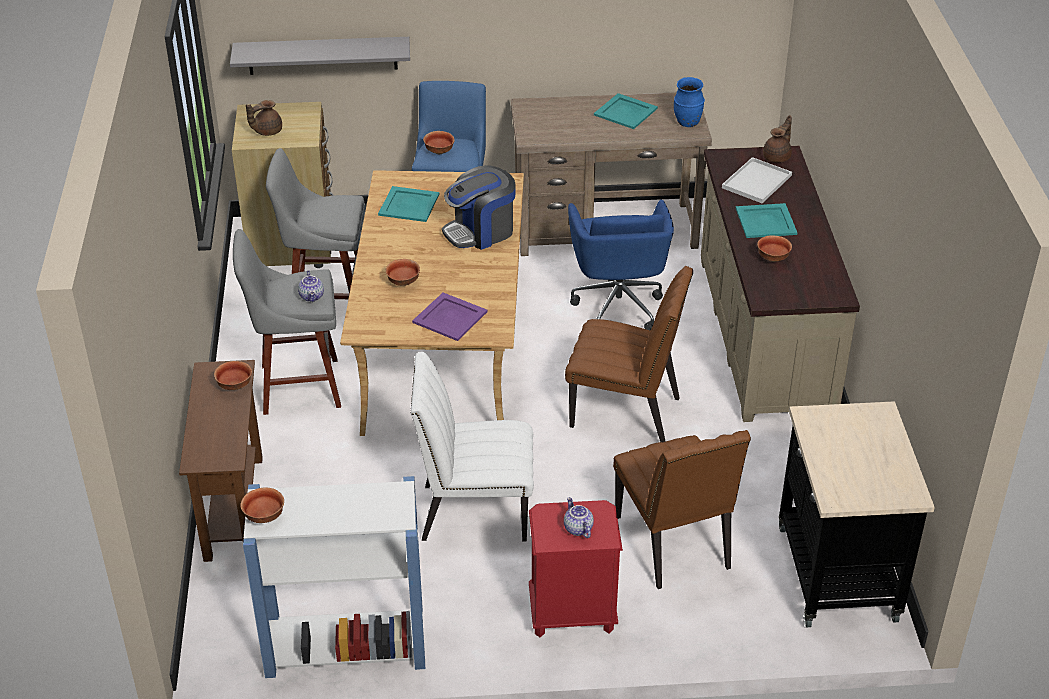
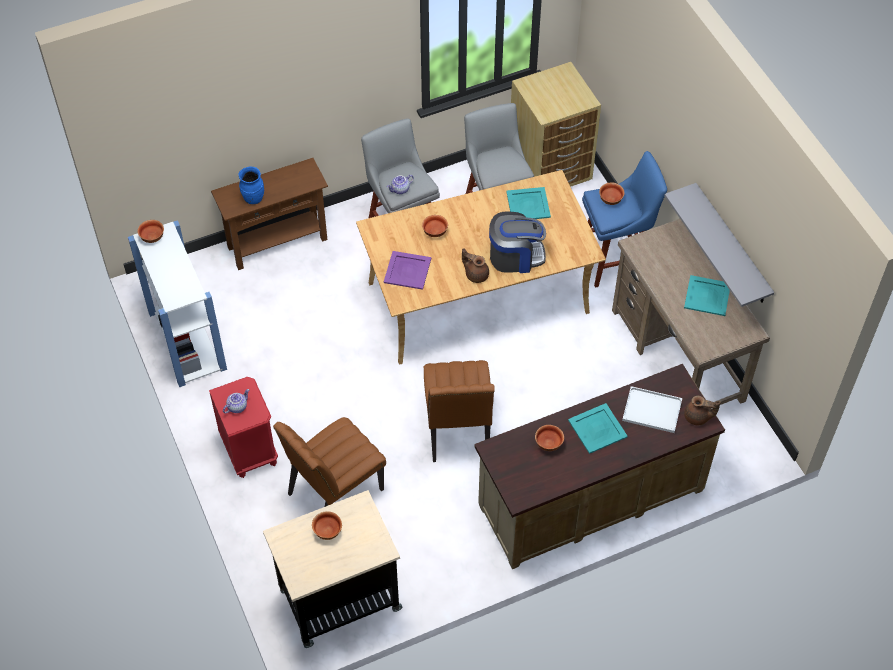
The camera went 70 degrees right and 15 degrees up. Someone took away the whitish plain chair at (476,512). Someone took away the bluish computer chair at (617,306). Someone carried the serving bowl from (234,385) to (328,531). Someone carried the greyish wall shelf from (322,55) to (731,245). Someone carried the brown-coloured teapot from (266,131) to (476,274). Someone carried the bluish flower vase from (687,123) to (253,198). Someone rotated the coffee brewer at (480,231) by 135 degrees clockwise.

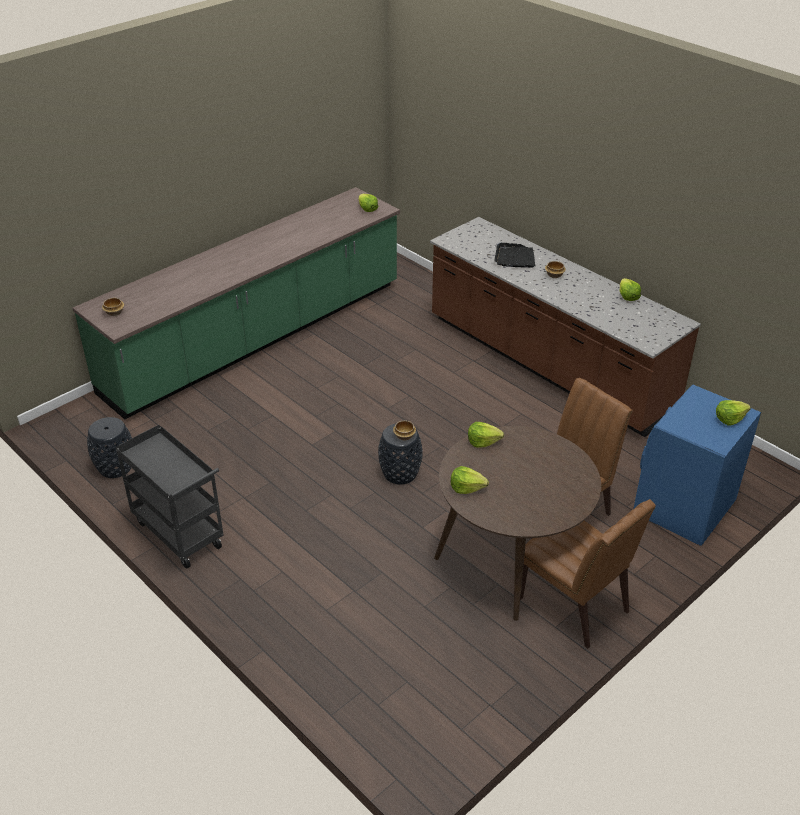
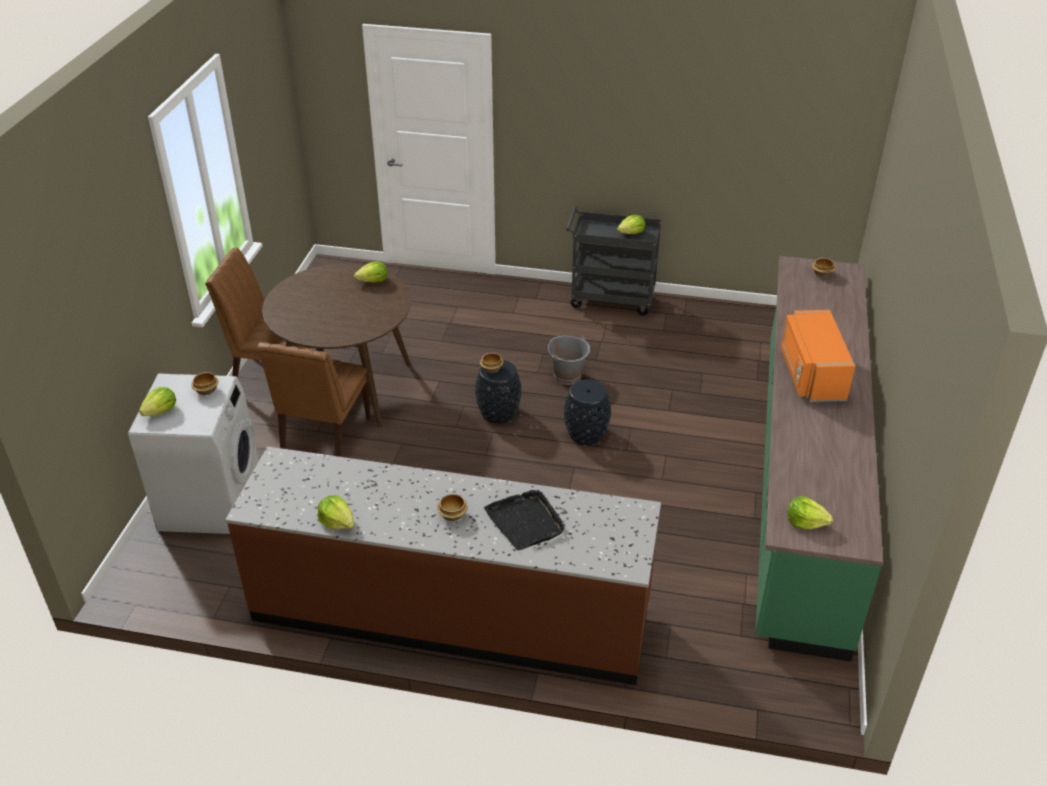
The camera went 145 degrees right and 0 degrees up. Someone put down the serving bowl at (206,391). Someone put down the greyish water bucket at (567,375). Someone put down the orangey microwave at (810,375). Someone carried the black-coloured stool from (115,467) to (586,433). Someone carried the lettuce head from (483,441) to (631,233). Someone repainted the bluish washing machine at (682,505), which became the whitish washing machine at (212,500).

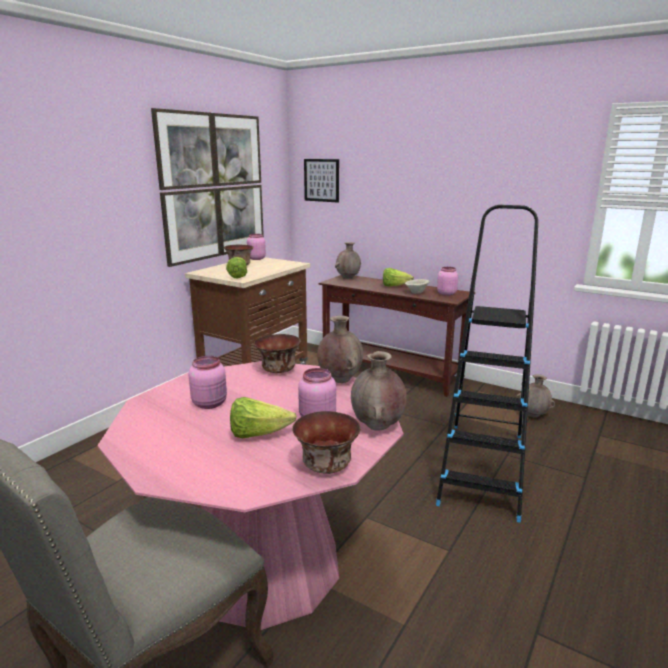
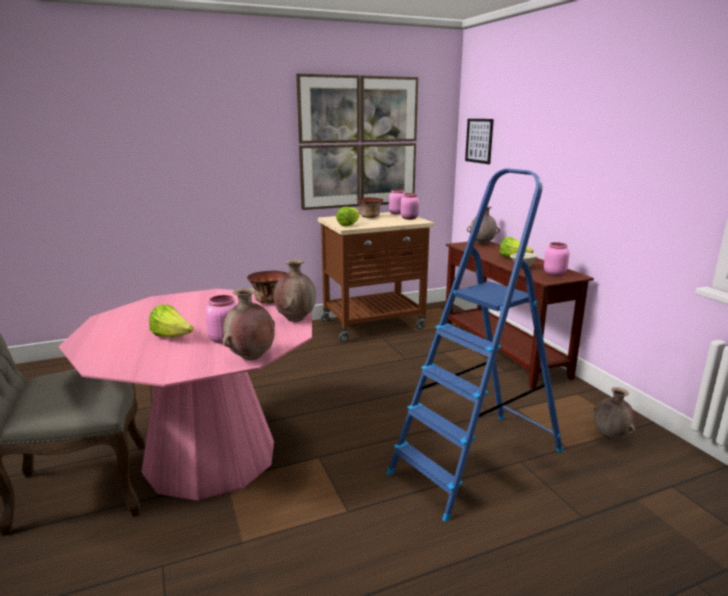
The camera went 35 degrees right and 0 degrees up. Someone took away the serving bowl at (327,465). Someone carried the pinkish storage jar from (210,403) to (410,218). Someone repainted the black-coloured step ladder at (483,467), which became the bluish step ladder at (477,462).

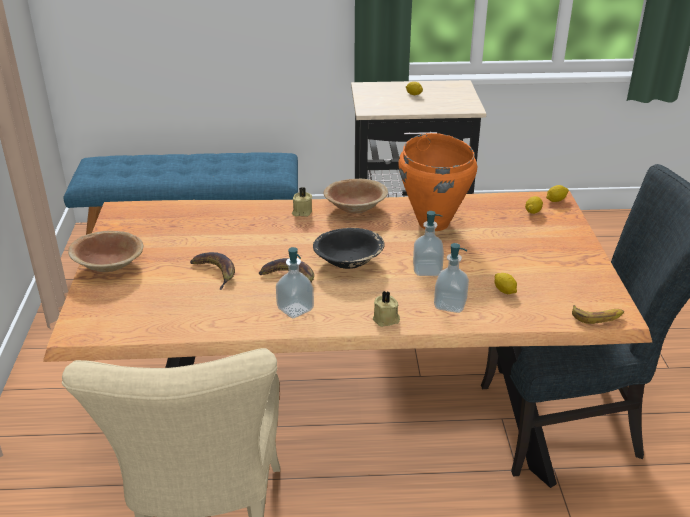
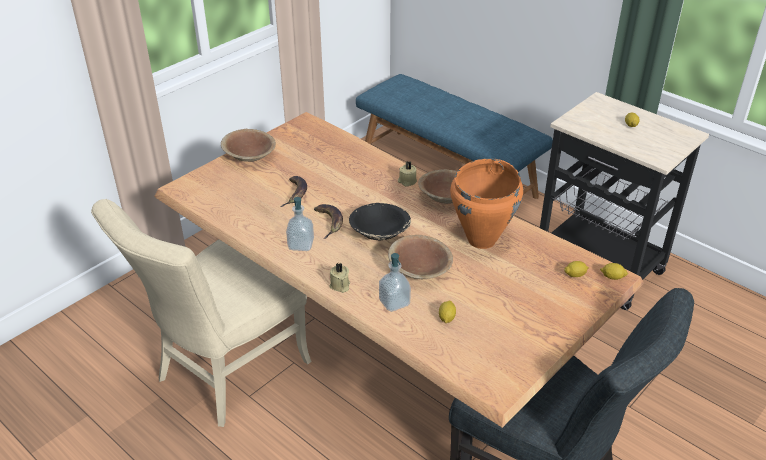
The camera went 45 degrees right and 5 degrees up. Someone took away the whole banana at (597,317). Someone swapped the liquid soap bottle at (427,270) for the brown-coloured serving bowl at (420,270).

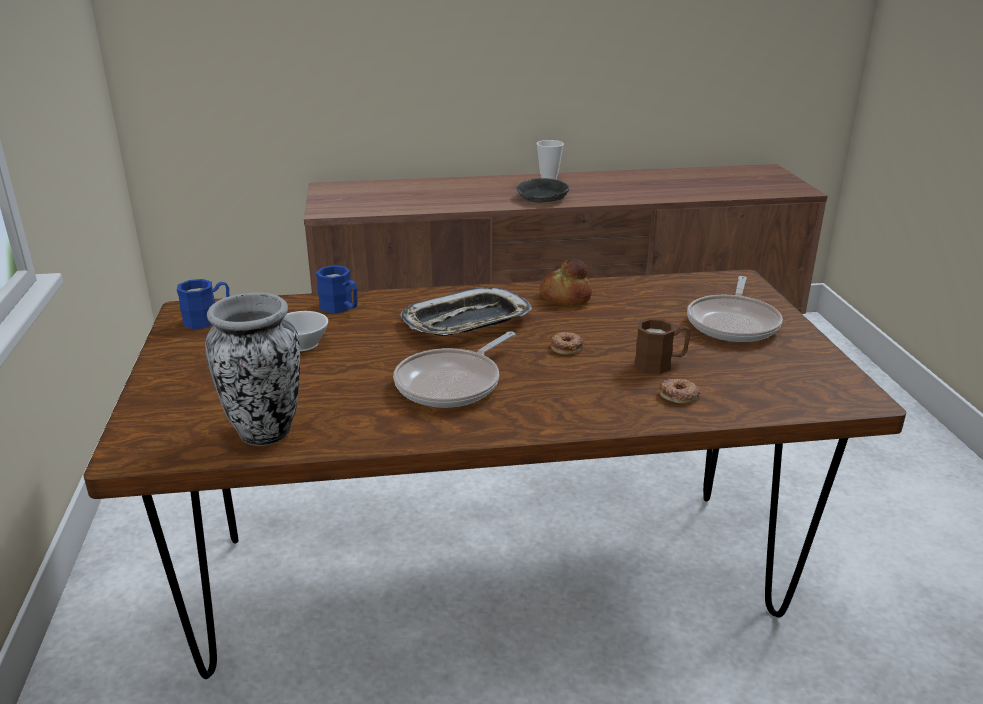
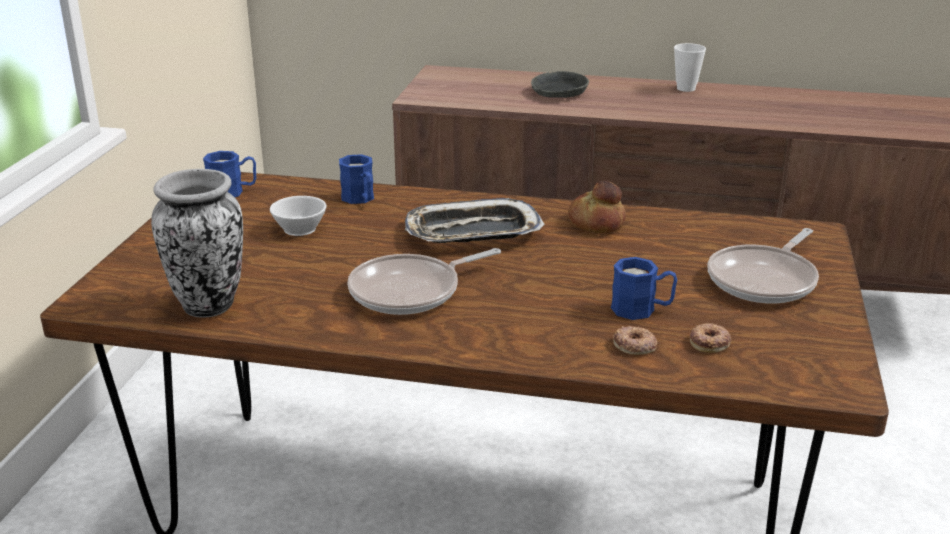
The camera went 20 degrees right and 0 degrees up. Someone carried the greyish serving bowl from (542,198) to (558,93). Someone carried the ring doughnut from (567,347) to (709,342). Someone repainted the brown-coloured mug at (660,364), which became the bluish mug at (642,309).

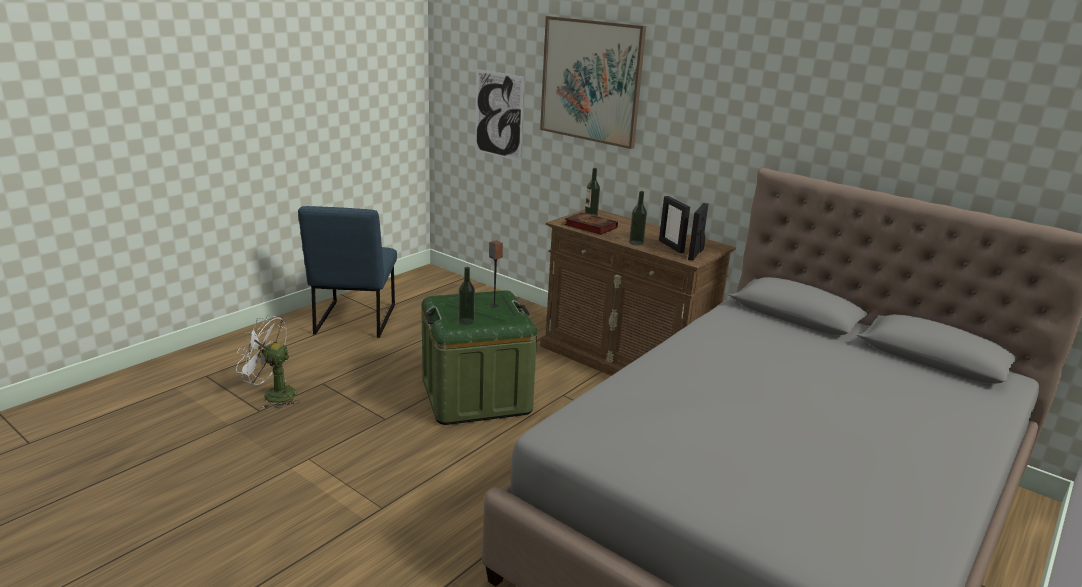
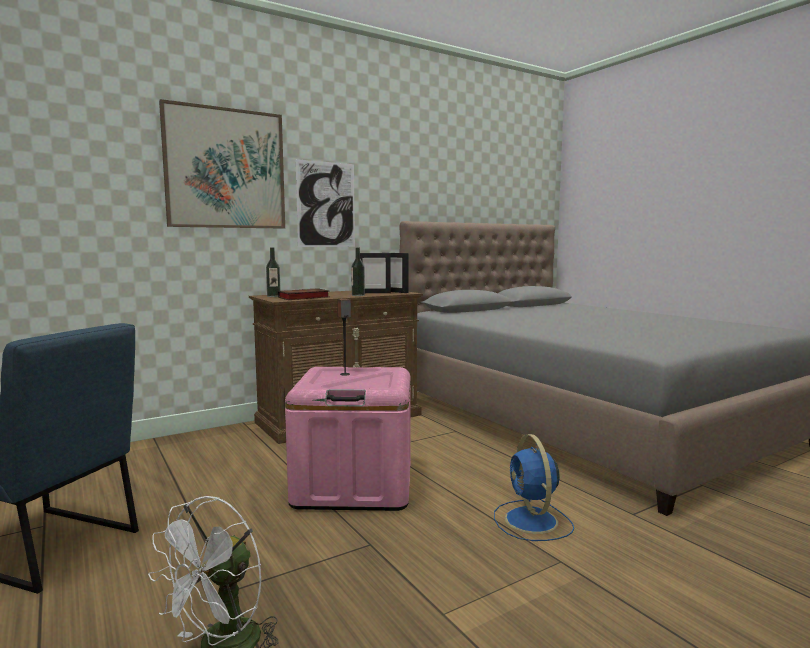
The camera went 70 degrees left and 15 degrees down. Someone took away the bottle at (466,321). Someone put down the bluish cooling fan at (532,521). Someone carried the wall art from (498,115) to (326,204). Someone repainted the greenish storage bin at (476,396), which became the pinkish storage bin at (354,485).

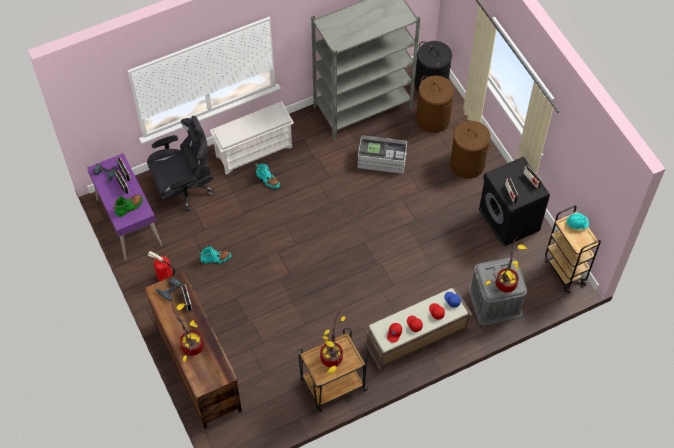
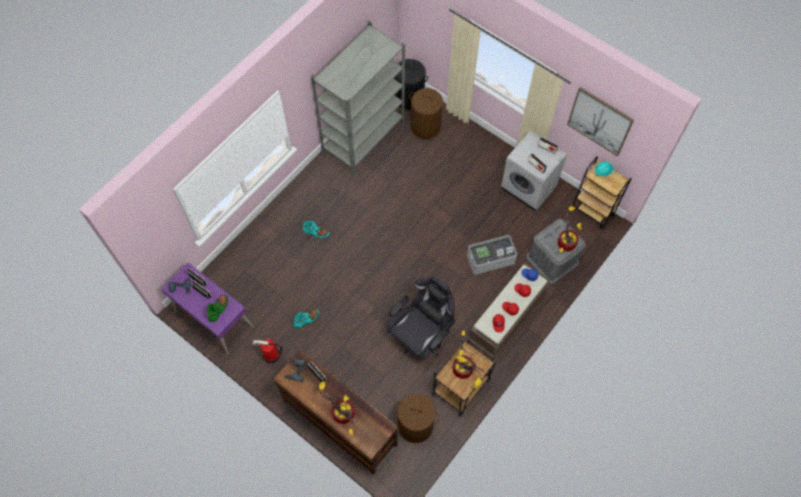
The camera went 25 degrees left and 5 degrees up. Someone took away the whitish shoe rack at (254,151). Someone put up the wall art at (600,121). Someone carried the black-coloured computer chair from (183,190) to (420,337). Someone carried the greyish storage bin from (382,159) to (490,258). Someone carried the brown-coloured hamper from (467,164) to (415,425). Someone repainted the black-coloured washing machine at (508,221), which became the whitish washing machine at (527,188).

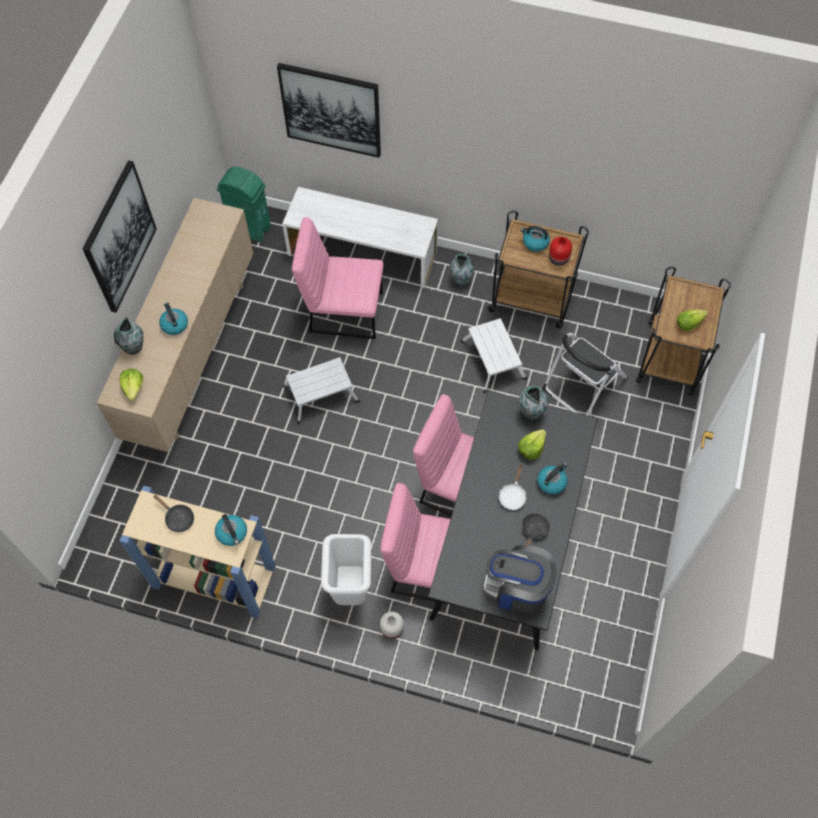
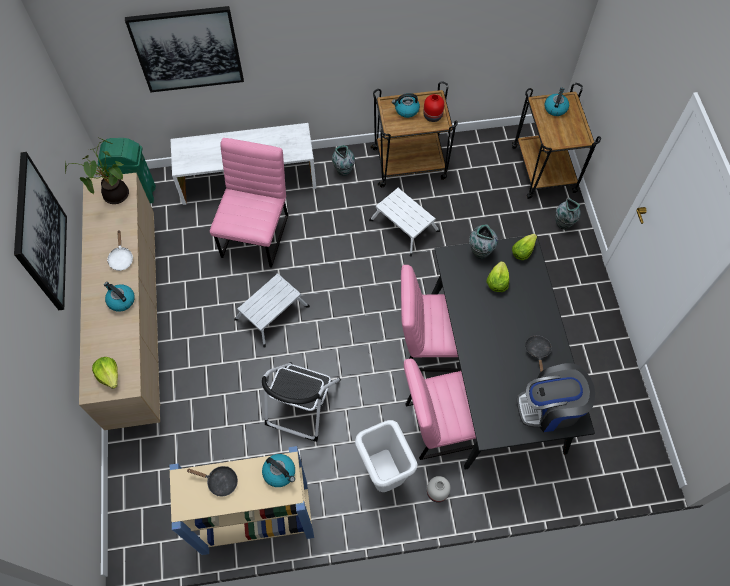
The camera went 25 degrees left and 0 degrees up. Someone put down the houseplant at (114,195). Someone carried the flower vase from (133,347) to (563,223). Someone carried the whitish skillet from (512,495) to (121,258). Someone carried the kettle from (551,482) to (555,108). Someone carried the step ladder from (582,385) to (301,404). Someone carried the lettuce head from (688,324) to (522,251). Someone rotated the pinkish plain chair at (343,311) by 120 degrees clockwise.

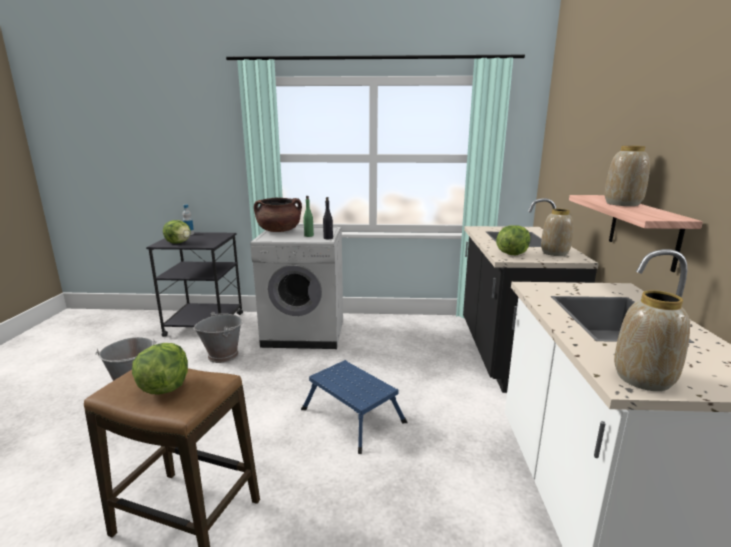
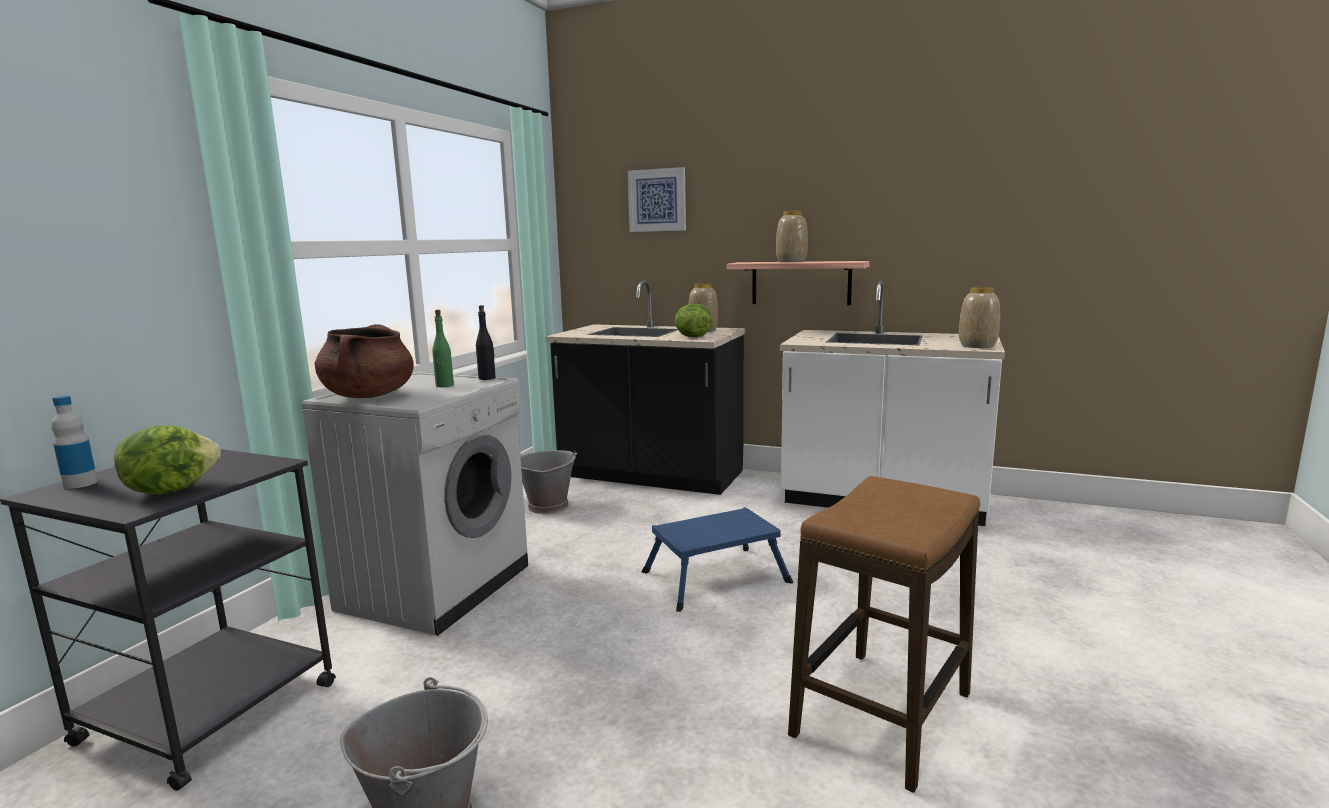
The camera went 70 degrees left and 5 degrees down. Someone took away the lettuce head at (164,387). Someone put up the wall art at (657,200). Someone carried the greyish water bucket from (223,355) to (547,506).

